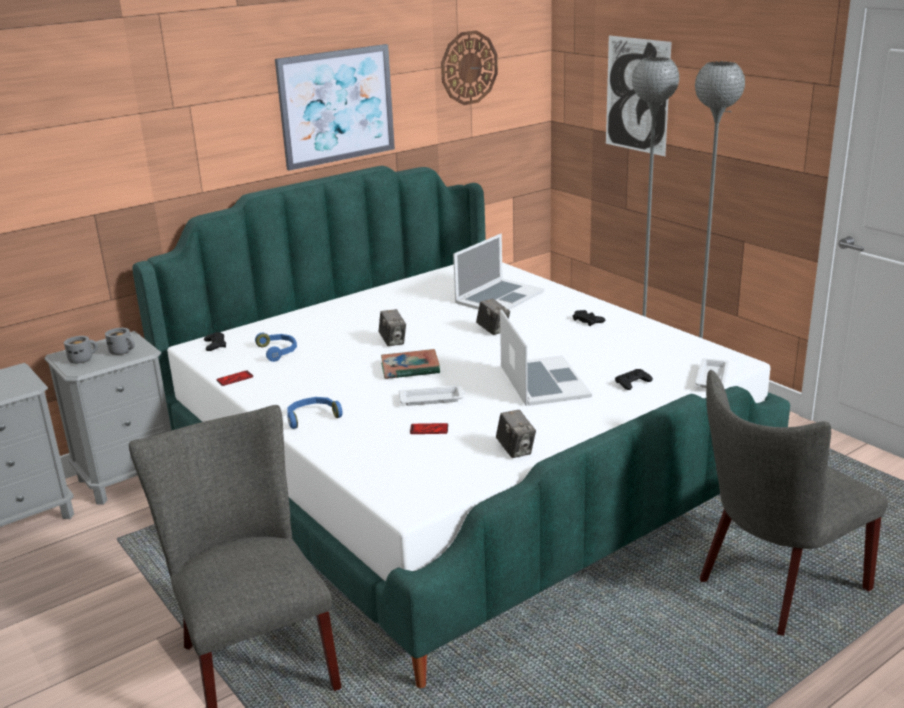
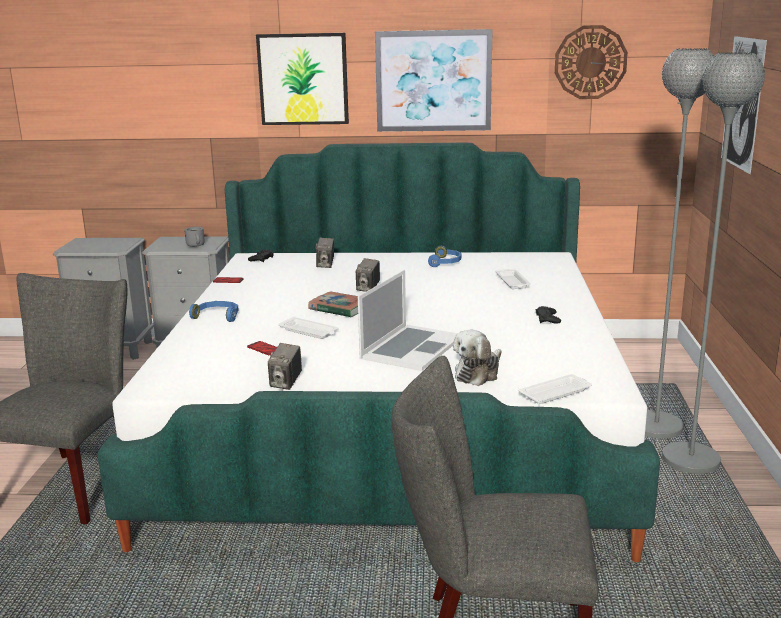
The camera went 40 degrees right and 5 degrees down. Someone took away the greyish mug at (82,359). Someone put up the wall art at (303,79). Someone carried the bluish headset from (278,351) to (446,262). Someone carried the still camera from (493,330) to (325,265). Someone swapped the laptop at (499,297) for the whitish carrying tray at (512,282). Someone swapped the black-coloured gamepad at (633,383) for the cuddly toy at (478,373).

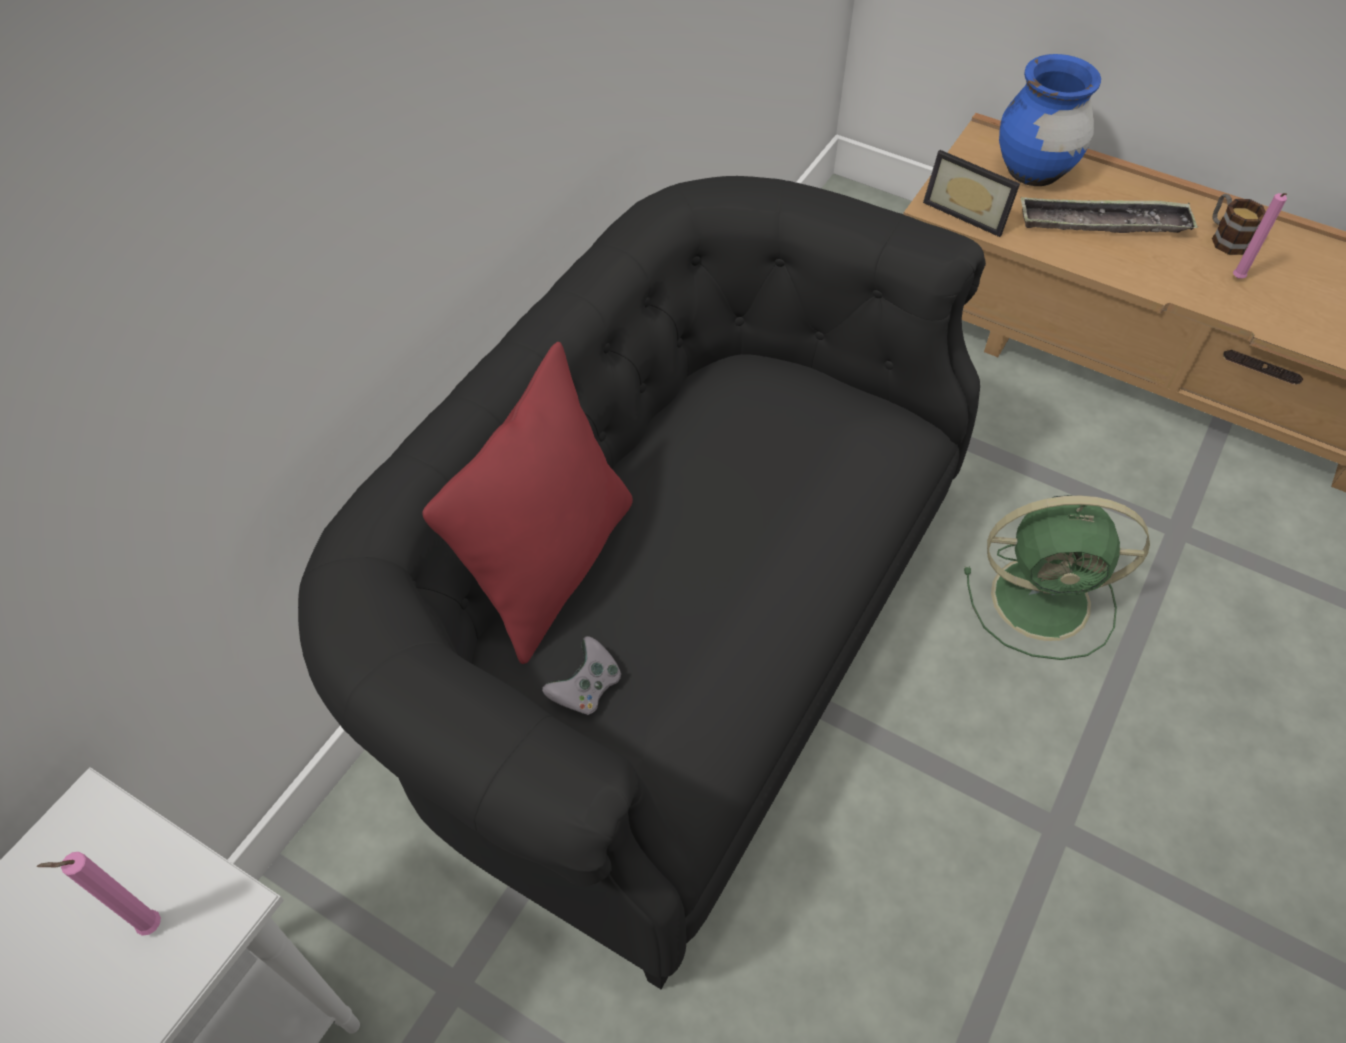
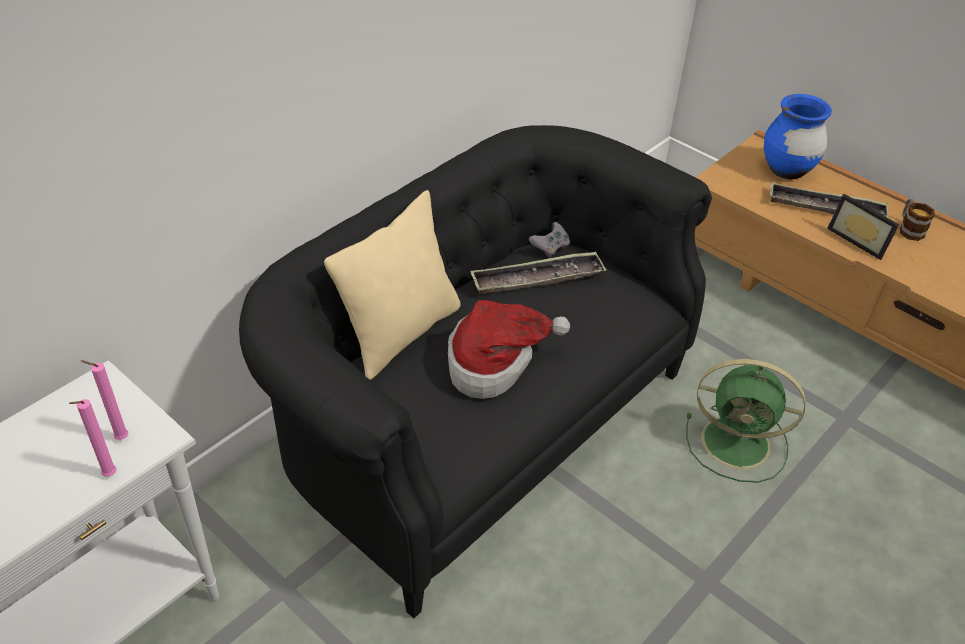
The camera went 10 degrees right and 10 degrees down. Someone put down the hat at (494,363). Someone put down the carrying tray at (537,279). Someone carried the greyish gamepad from (586,688) to (550,248). Someone carried the standing frame from (968,212) to (859,240). Someone carried the pinkish candle from (1237,279) to (108,476). Someone repainted the red-coloured cushion at (552,567), which became the beige-coloured cushion at (400,333).

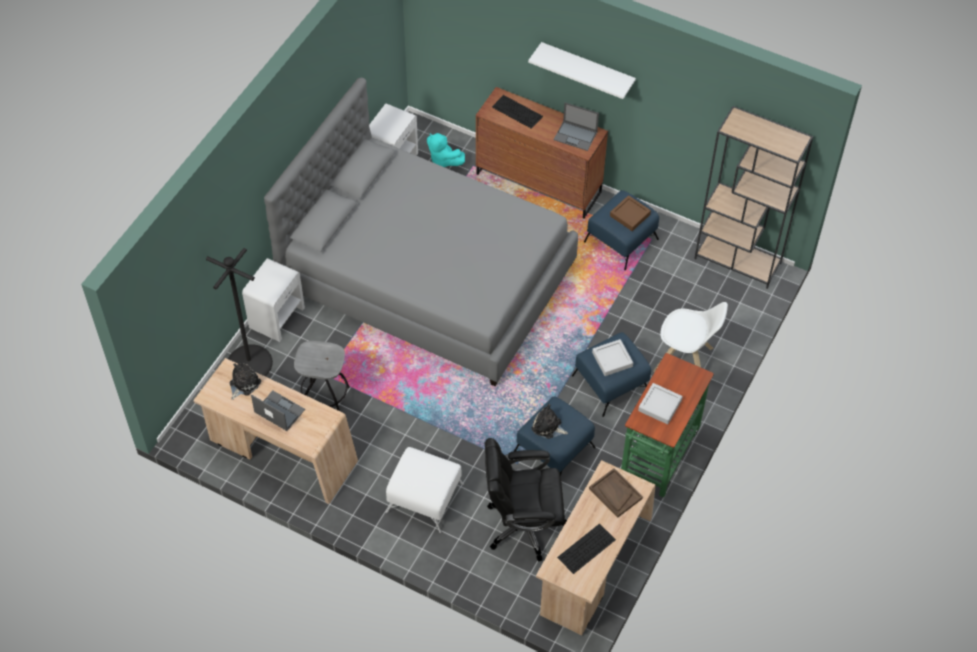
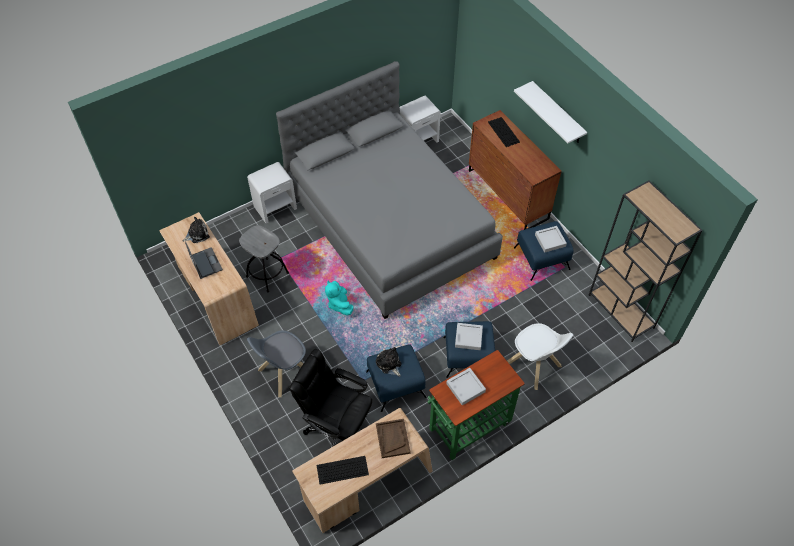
The camera went 30 degrees right and 0 degrees up. Someone took away the black-coloured garment stand at (249,363). Someone took away the laptop at (576,136). Someone carried the turquoise-coloured cuddly toy from (443,160) to (339,304). Someone swapped the whitish ottoman at (424,497) for the greyish plain chair at (284,373). Someone repainted the brown-coloured carrying tray at (630,215), which became the greyish carrying tray at (550,240).

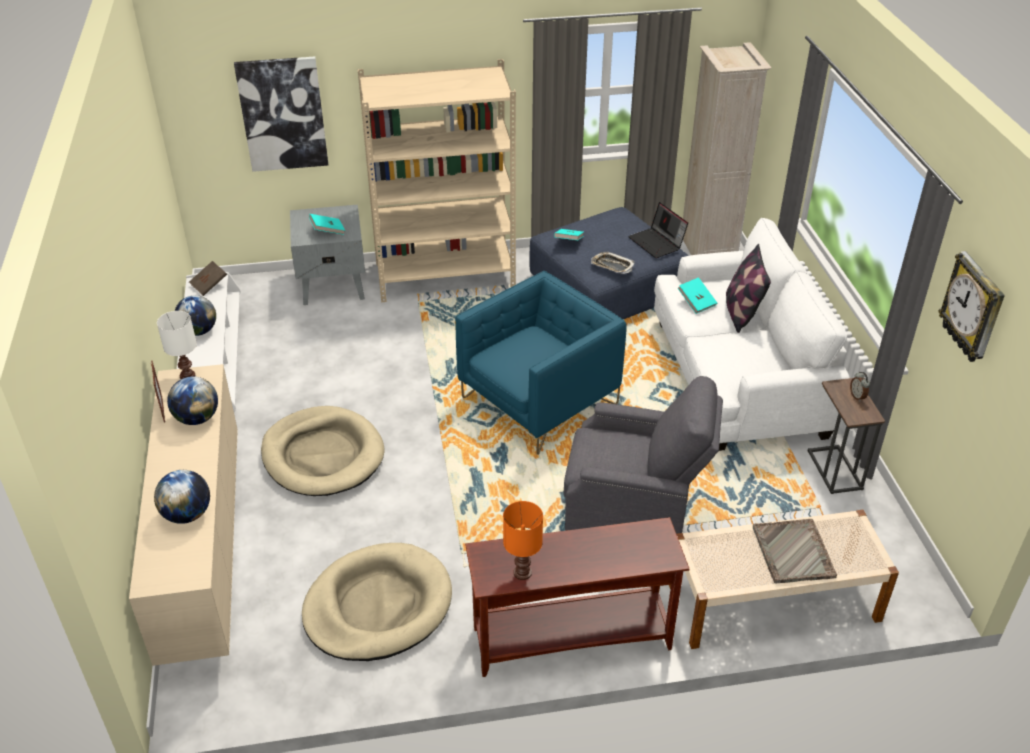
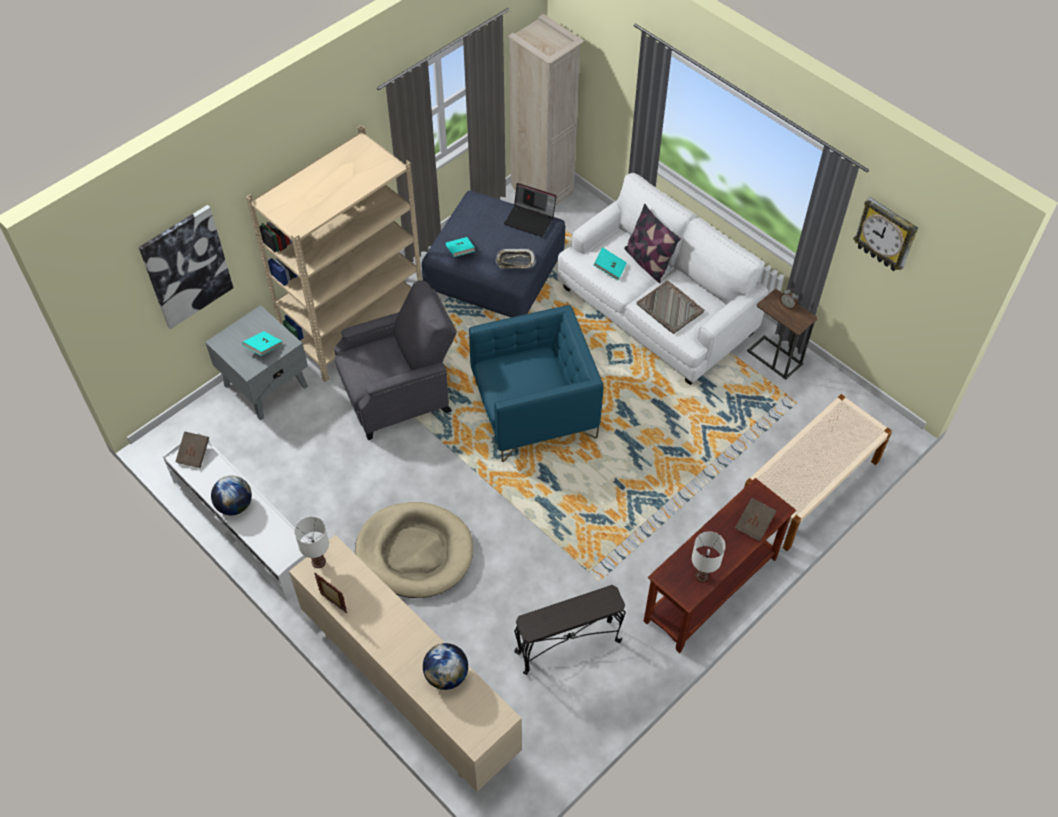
The camera went 35 degrees left and 15 degrees up. Someone took away the globe at (197,418). Someone put down the brown-coloured book at (754,524). Someone carried the greyish lounge chair from (634,514) to (400,394). Someone carried the greyish carrying tray from (793,553) to (670,308). Someone swapped the beige-coloured dog bed at (378,606) for the black-coloured accent table at (568,647). Someone repainted the orangey tabletop lamp at (522,573), which became the whitish tabletop lamp at (702,576). Someone rotated the bluish lounge chair at (539,402) by 60 degrees clockwise.

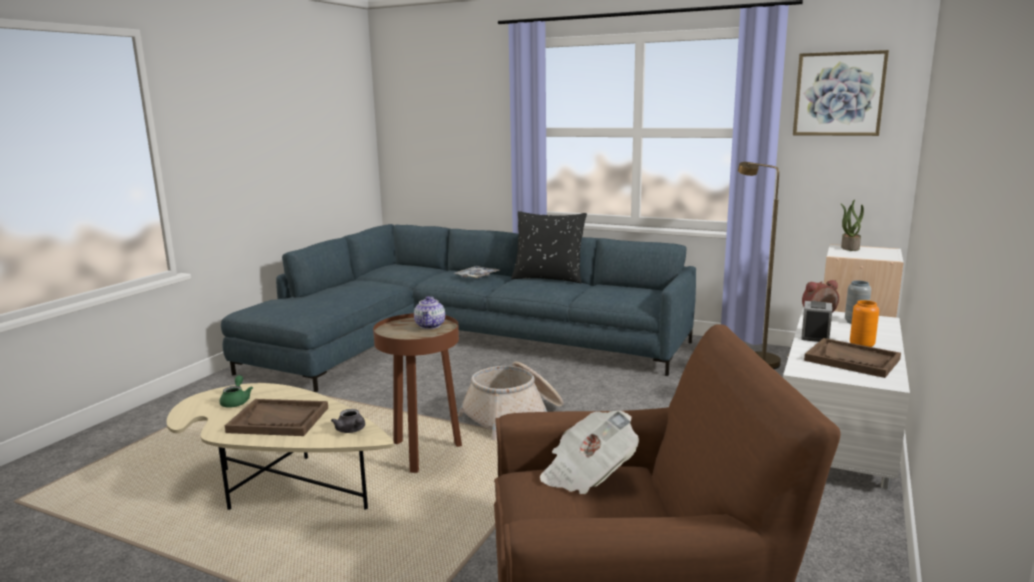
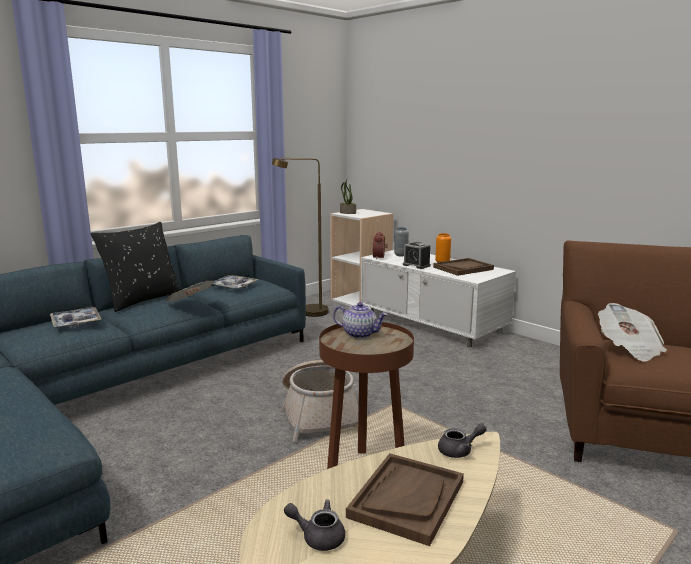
The camera went 70 degrees left and 0 degrees up. Someone took away the wall art at (839,94). Someone put down the daily paper at (190,304). Someone put down the carrying tray at (233,286). Someone repainted the greenish teapot at (236,401), which became the greyish teapot at (318,536).

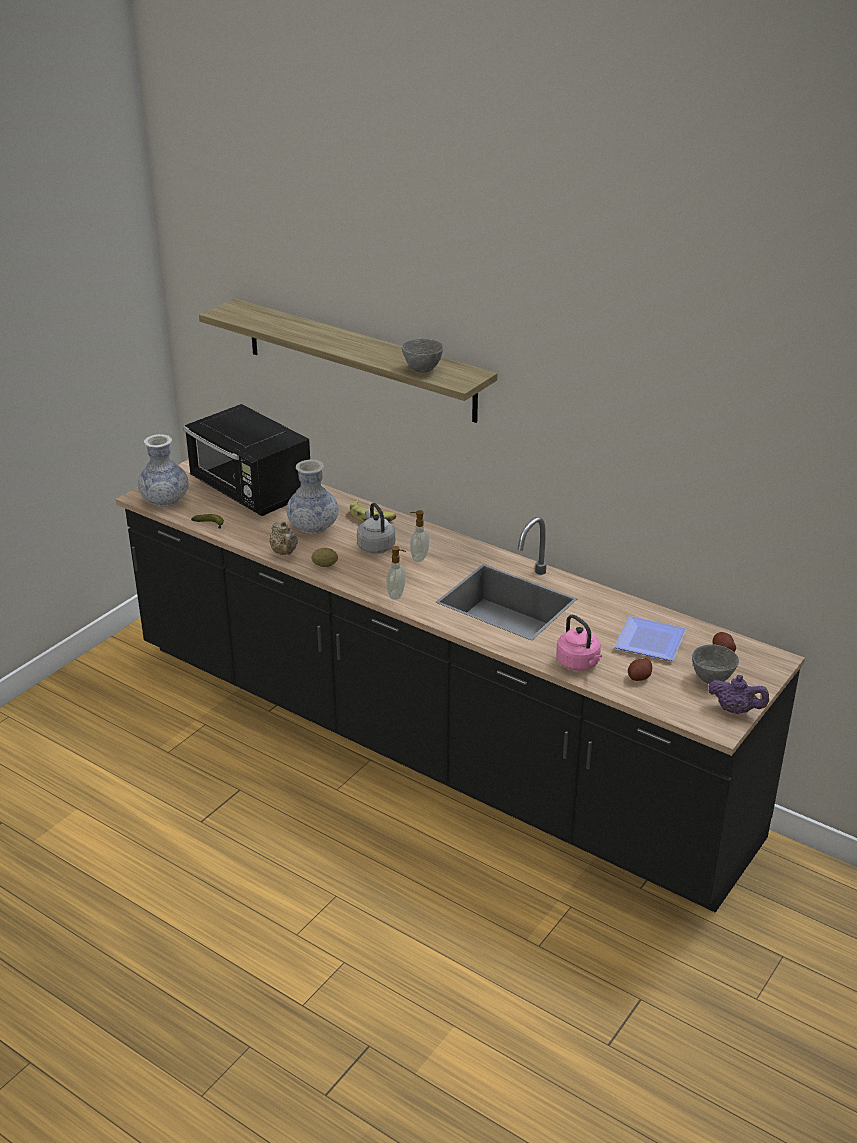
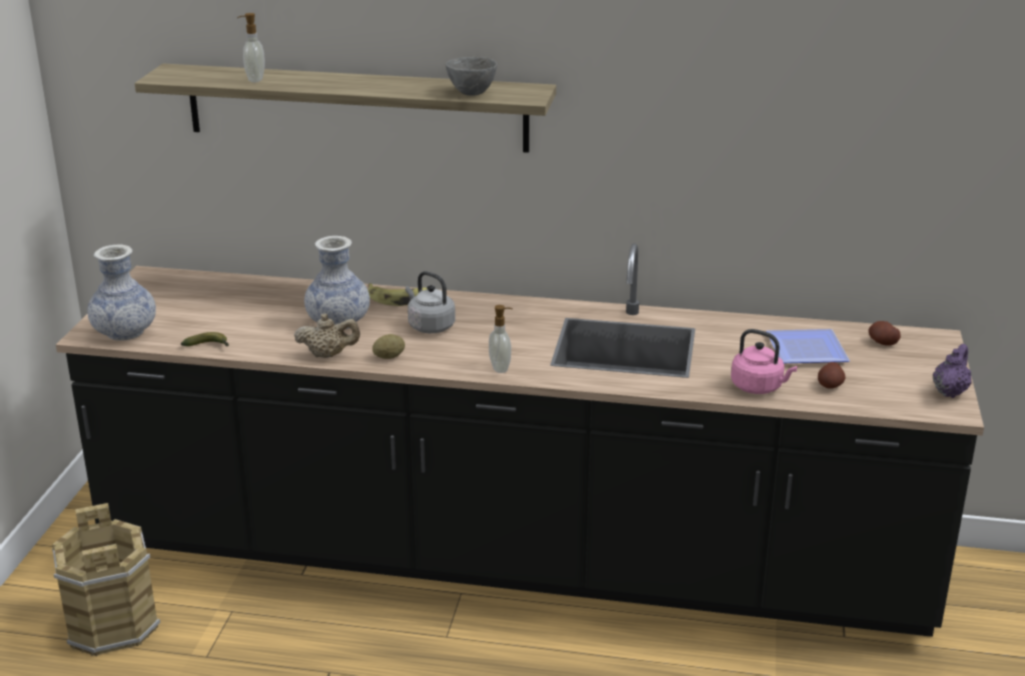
The camera went 25 degrees left and 5 degrees down. Someone took away the black-coloured microwave at (251,491). Someone took away the greyish serving bowl at (711,679). Someone put down the brown-coloured water bucket at (113,624). Someone carried the liquid soap bottle from (419,557) to (254,79). Someone rotated the beige-coloured teapot at (284,552) by 45 degrees counterclockwise. Someone rotated the purple-coloured teapot at (735,710) by 60 degrees counterclockwise.

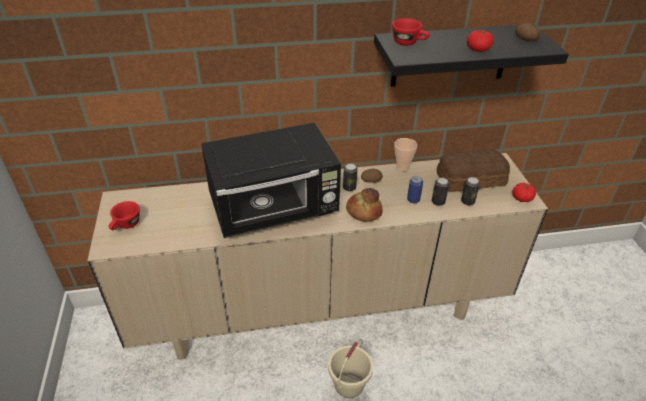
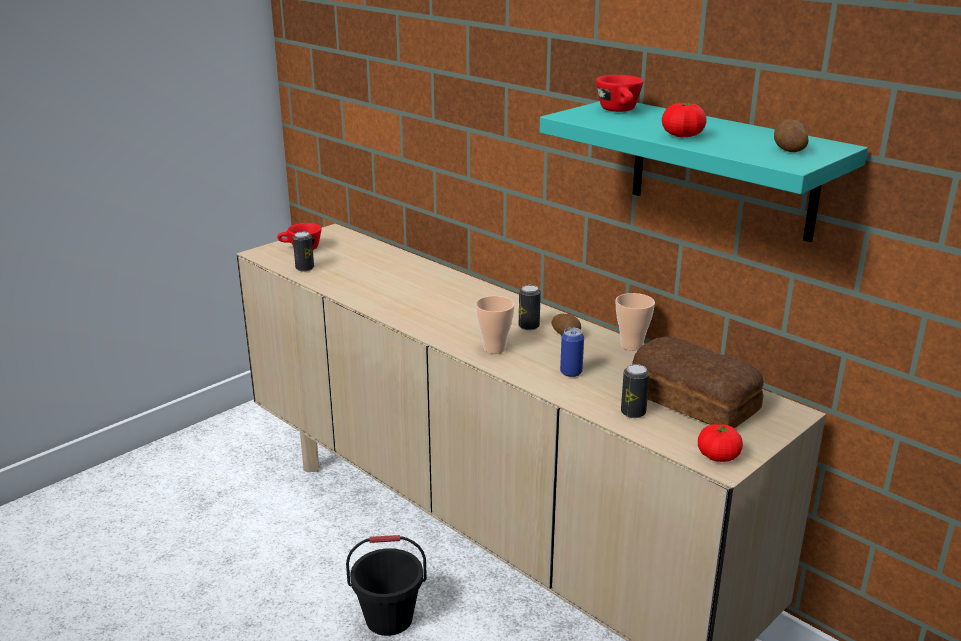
The camera went 55 degrees right and 15 degrees down. Someone took away the black-coloured microwave at (275,209). Someone carried the metal can from (438,202) to (304,268). Someone swapped the bread at (363,211) for the cup at (494,348). Someone repainted the beige-coloured water bucket at (348,384), which became the black-coloured water bucket at (389,618). Someone repainted the black-coloured wall shelf at (450,56), which became the turquoise-coloured wall shelf at (722,169).

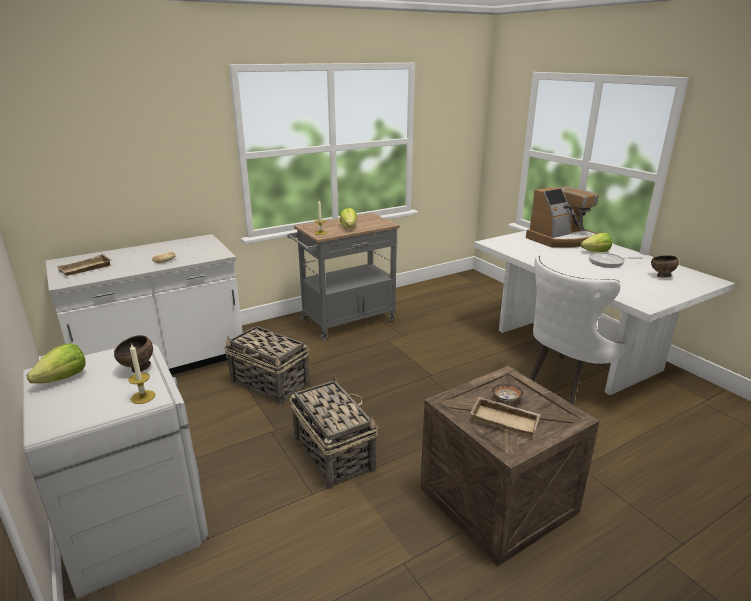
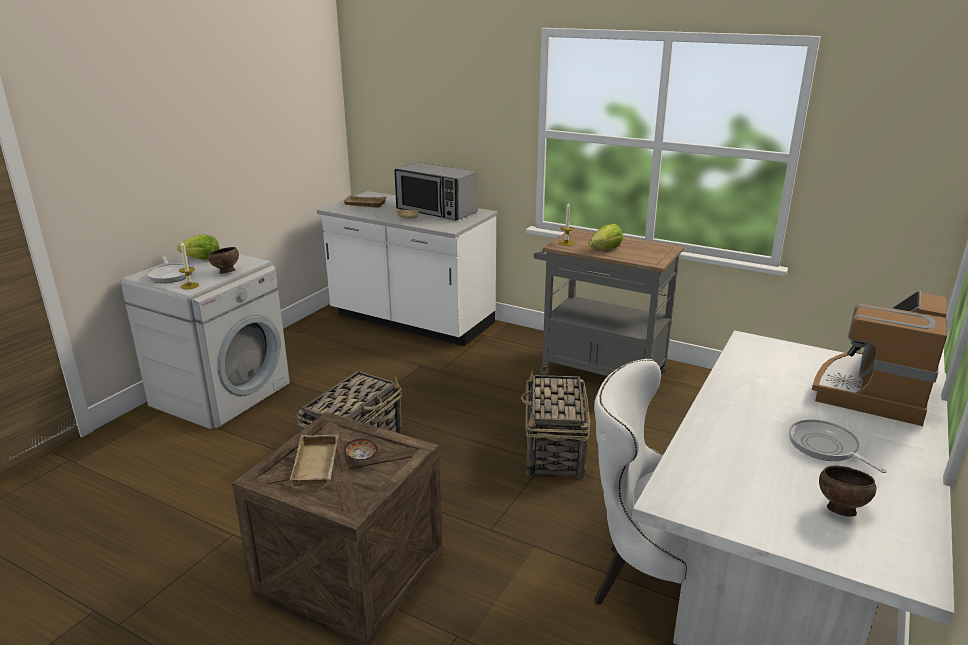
The camera went 60 degrees right and 0 degrees up. Someone took away the lettuce head at (596,252). Someone put down the skillet at (170,275). Someone put down the microwave at (436,211). Someone carried the storage basket from (270,383) to (554,451). Someone rotated the coffee brewer at (562,239) by 90 degrees clockwise.

